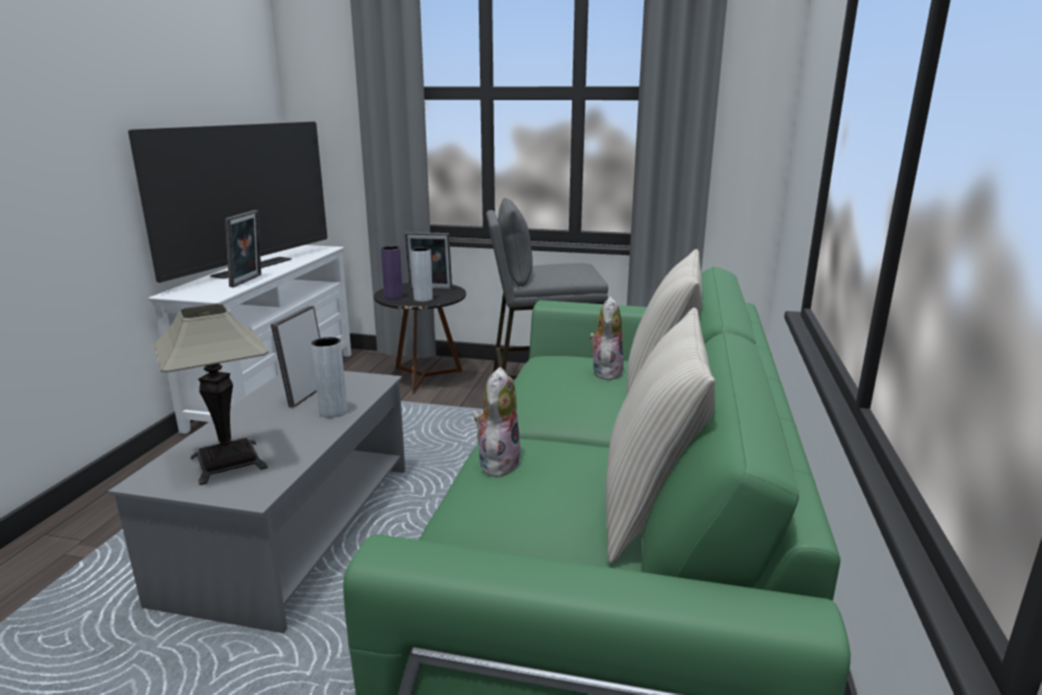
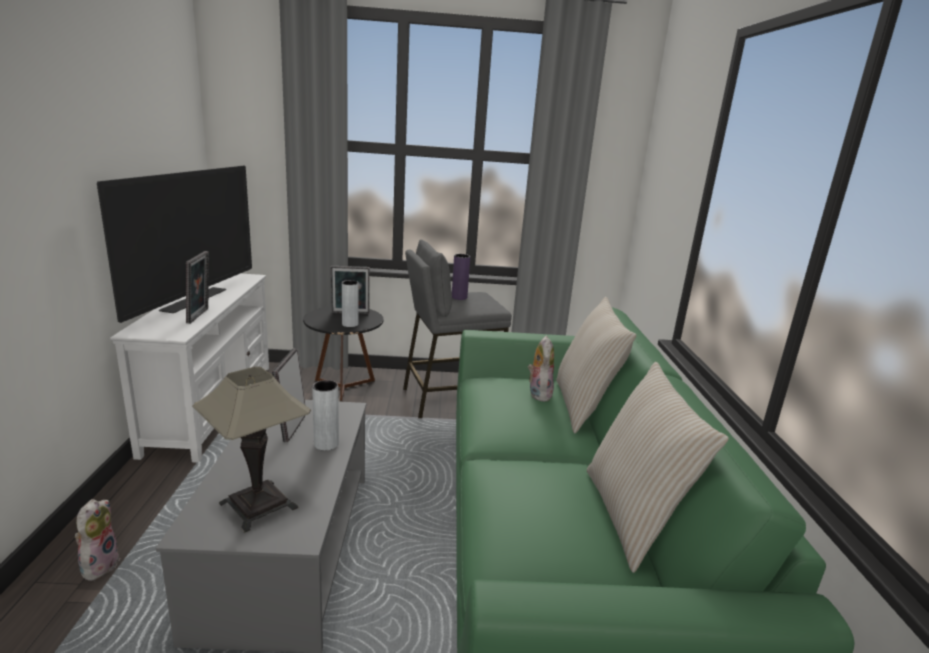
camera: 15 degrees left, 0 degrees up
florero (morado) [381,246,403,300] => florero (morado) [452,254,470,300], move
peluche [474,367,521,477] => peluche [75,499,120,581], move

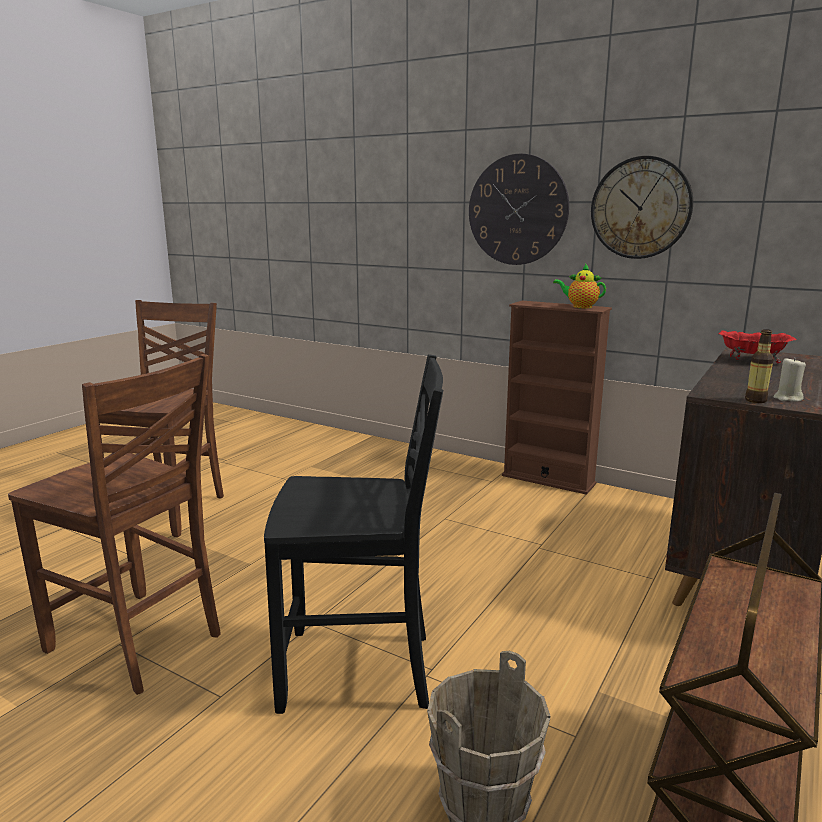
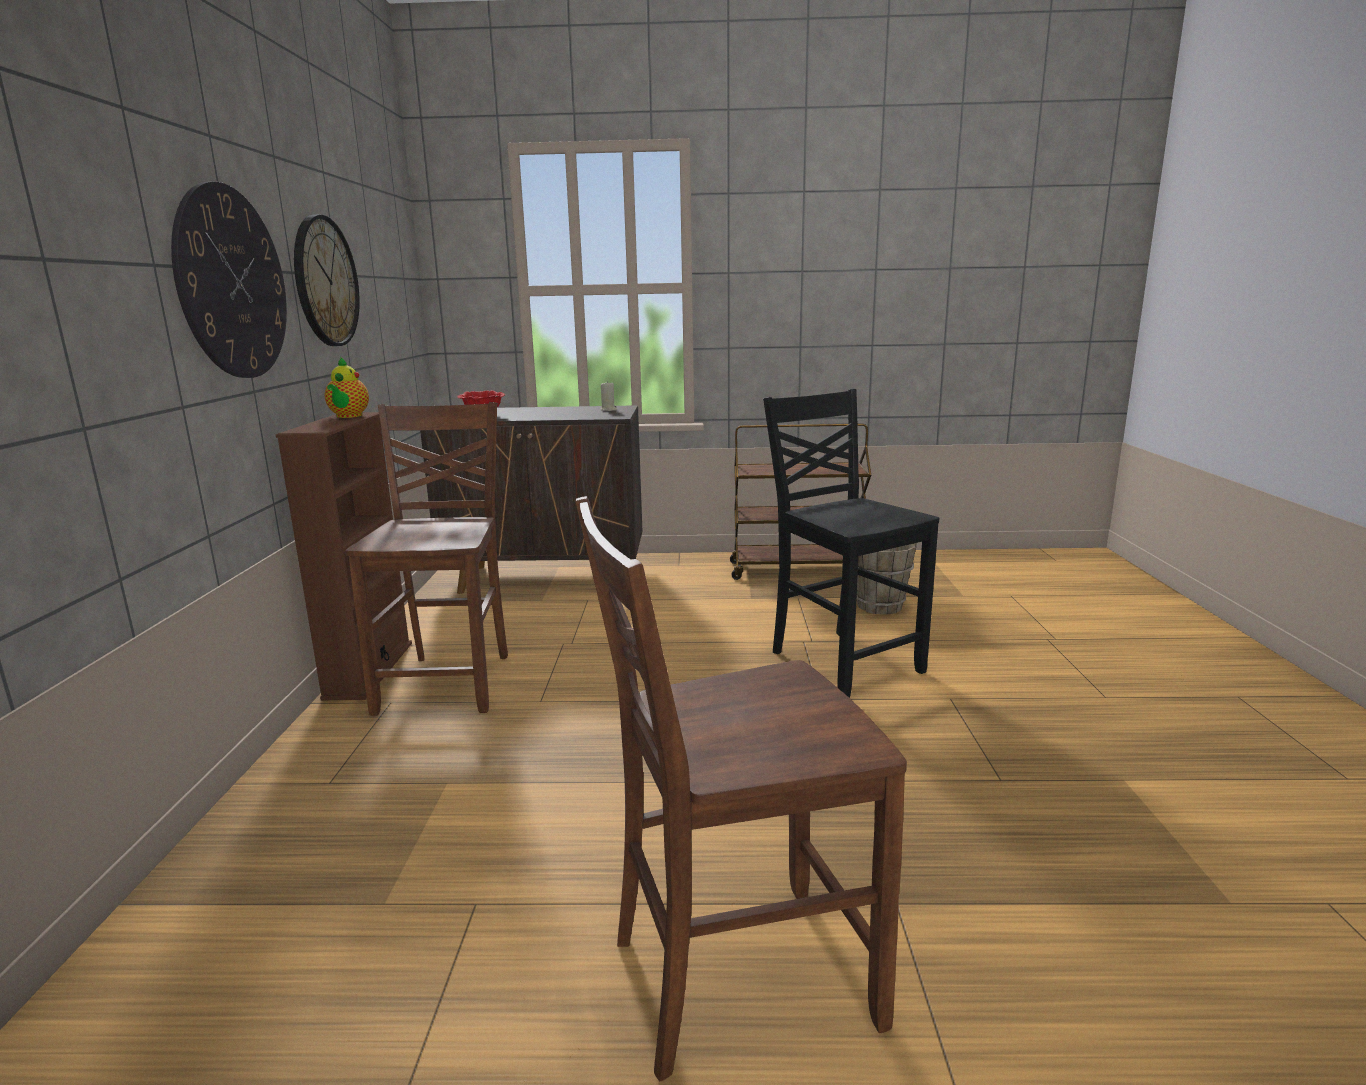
camera: 120 degrees left, 0 degrees up
botella [745,329,774,403] => nothing
silla (marrón) [8,354,221,695] => silla (marrón) [345,402,508,716], move

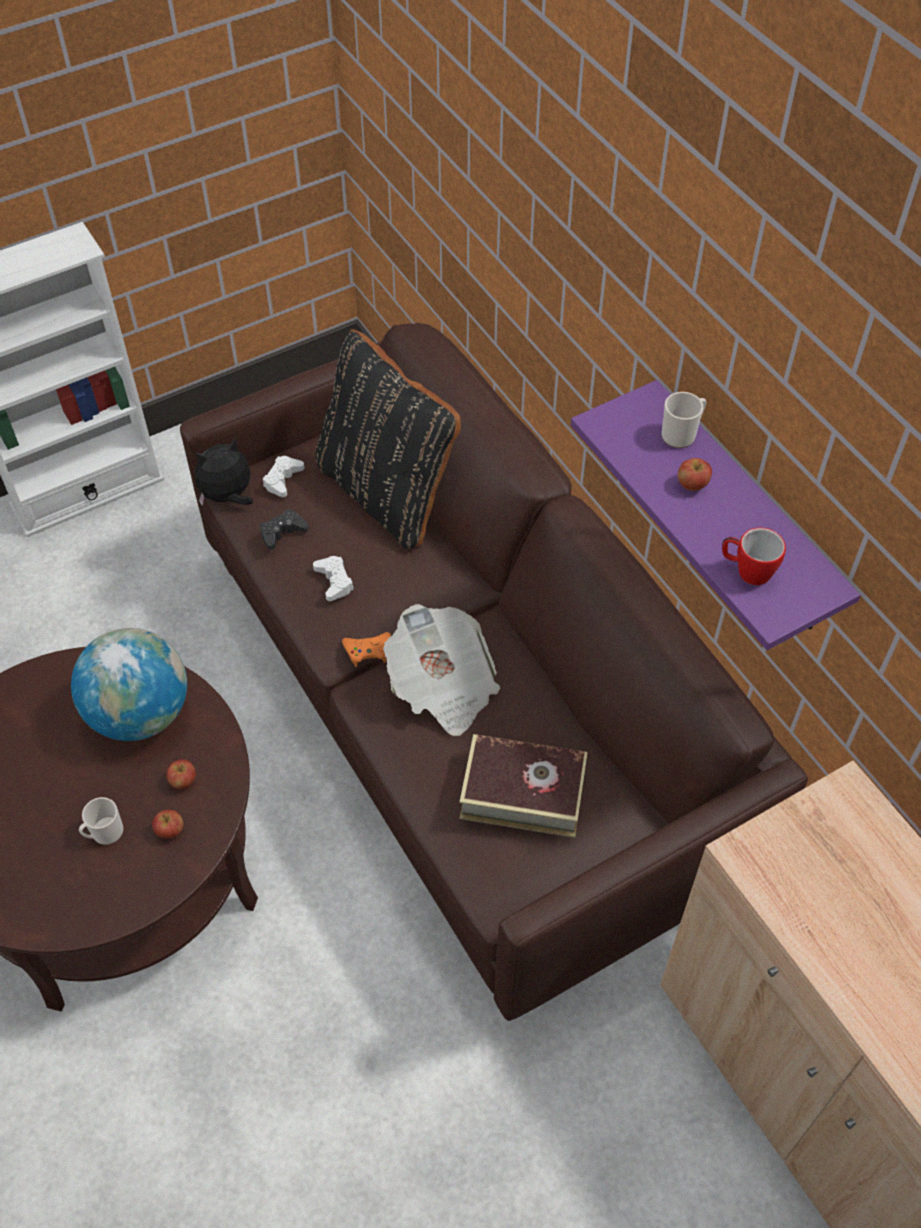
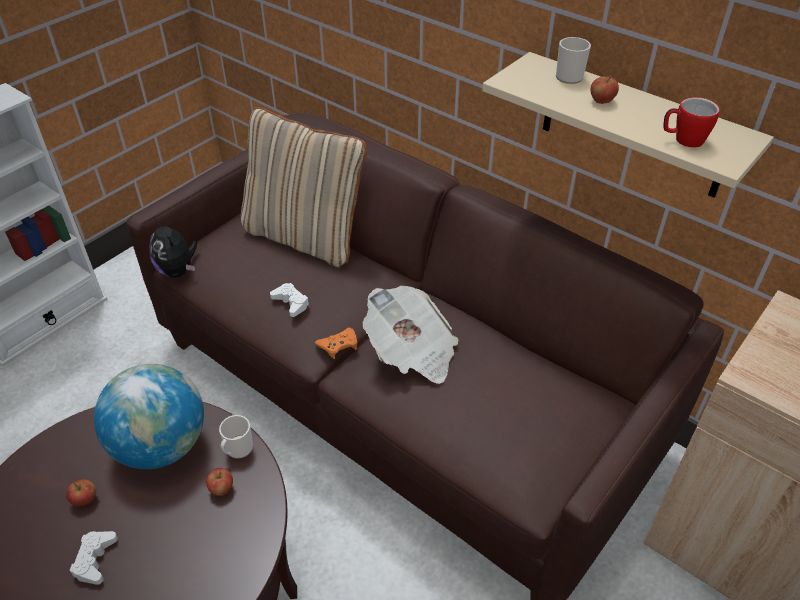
camera: 20 degrees left, 10 degrees down
cojín (negro) [316,329,461,549] => cojín (beis) [241,107,367,267]
estante (morado) [571,380,861,650] => estante (beis) [482,52,774,198]
peluche [195,437,253,505] => peluche [149,219,197,278], 75 degrees counterclockwise
mando de consola (blanco) [263,456,305,497] => mando de consola (blanco) [70,531,118,585], move
mando de consola (negro) [260,509,309,550] => nothing
libro [460,734,588,838] => nothing
taza grande [79,797,124,845] => taza grande [219,415,253,459], move
manzana [152,810,183,839] => manzana [66,479,96,506], move

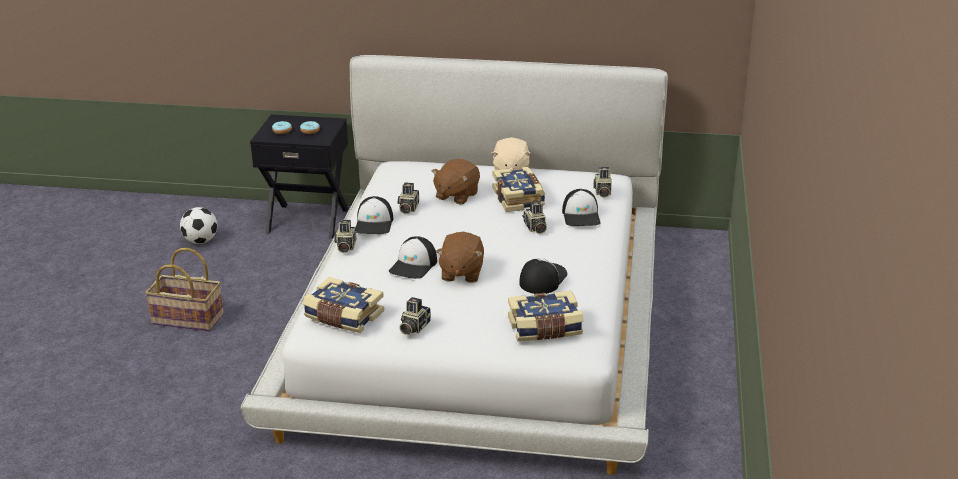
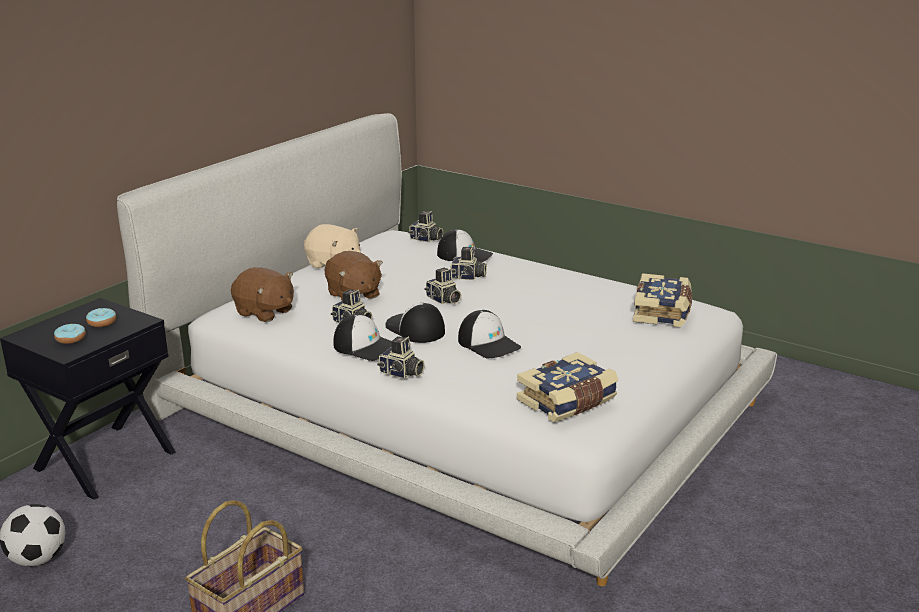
camera: 65 degrees left, 5 degrees down
libro [492,167,545,212] => nothing
peluche (marrón) [436,232,484,283] => peluche (marrón) [231,267,294,322], move
gorra [519,258,567,294] => gorra [385,303,445,343], move
cámara [399,297,431,335] => cámara [424,268,461,304], move

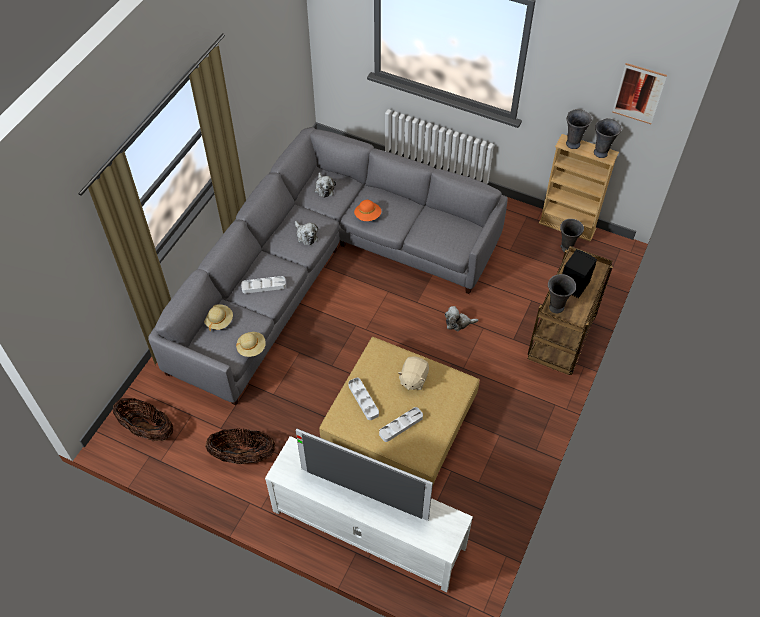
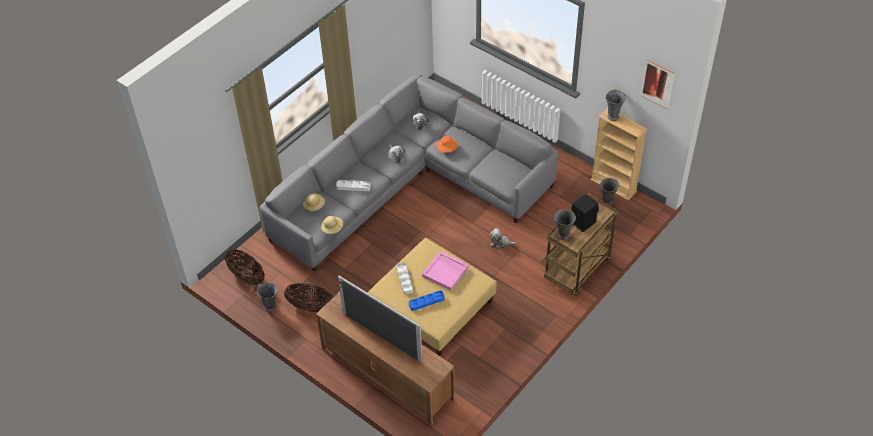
camera: 15 degrees right, 5 degrees down
florero (gris) [594,118,621,158] => florero (gris) [257,283,278,312], move
peluche (beis) [398,356,429,390] => bandeja (rosa) [422,251,469,291]
bandeja (blanco) [379,407,423,442] => bandeja (azul) [409,291,445,311]
mueble de televisión (blanco) [265,436,473,593] => mueble de televisión (marrón) [316,292,455,426]

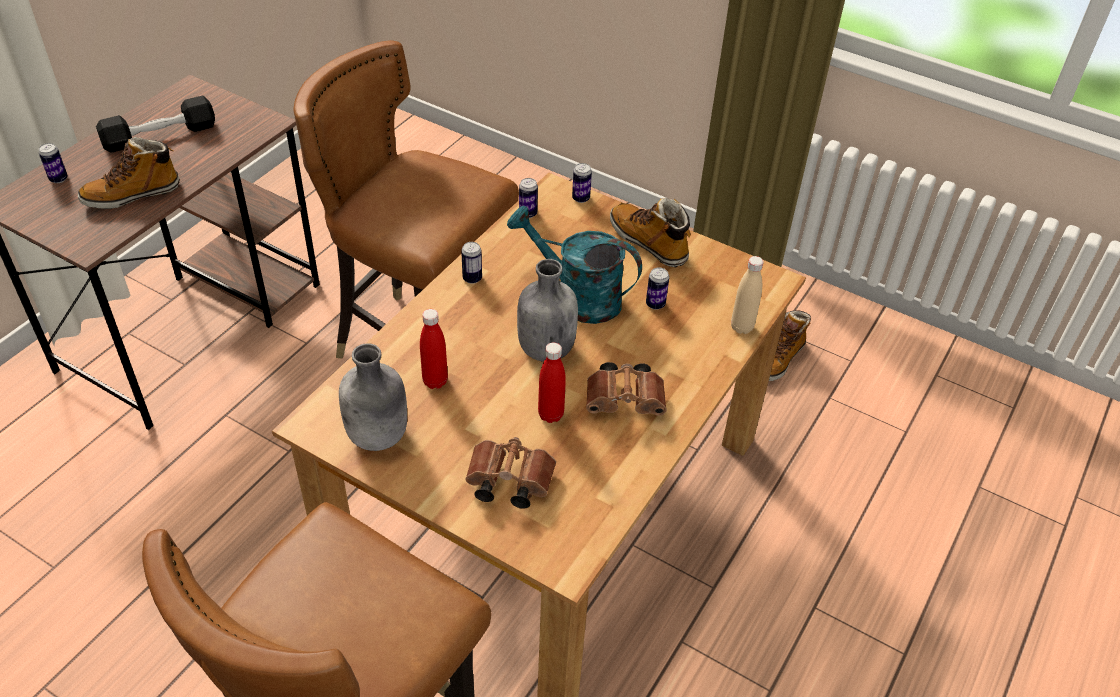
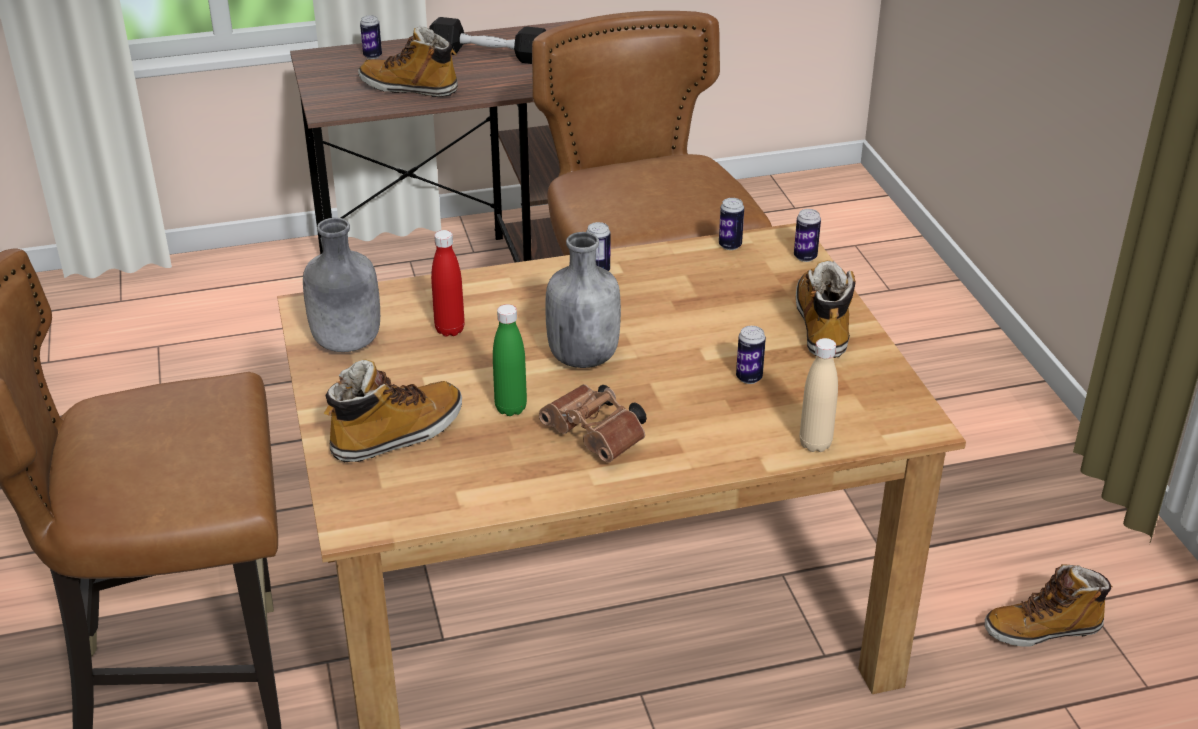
camera: 45 degrees right, 10 degrees down
regadera (turquesa) [507,206,642,324] => nothing
botella (rojo) [538,343,566,423] => botella (verde) [493,304,527,416]
prismáticos (marrón) [465,437,556,509] => bota [323,359,462,462]

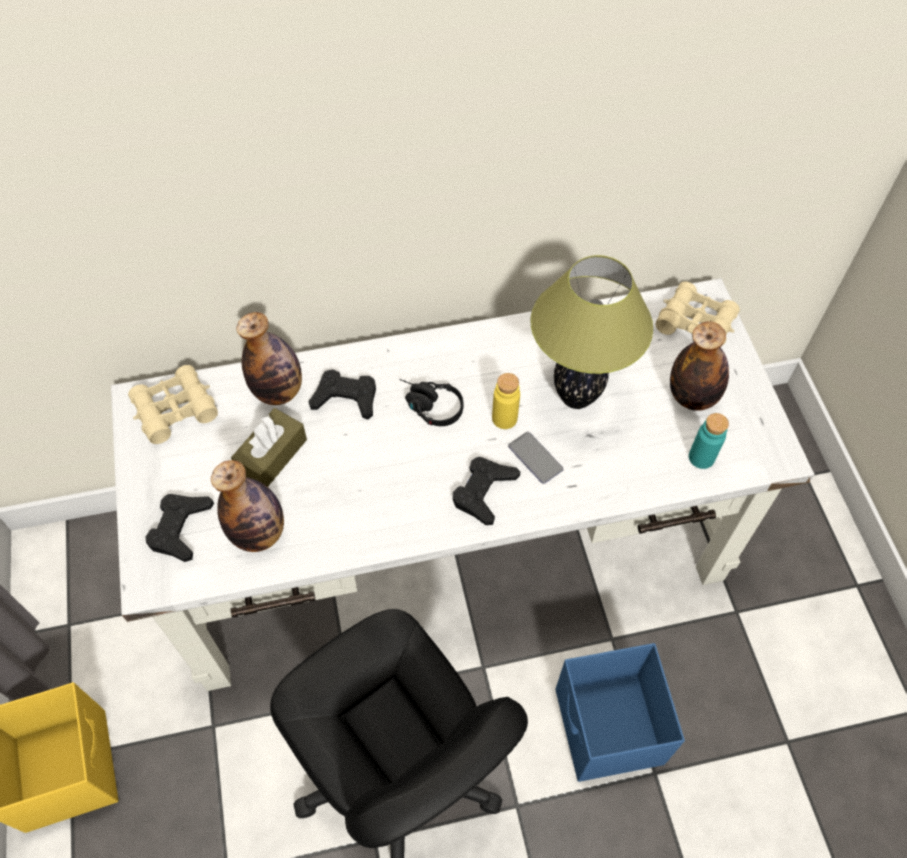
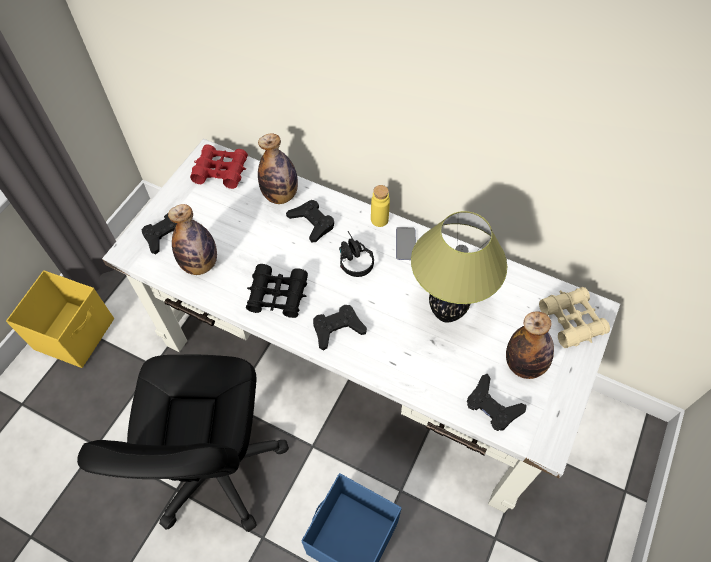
camera: 40 degrees right, 0 degrees up
prismáticos (beis) [128,365,218,444] => prismáticos (rojo) [190,145,248,189]
botella (amarillo) [492,373,520,429] => botella (amarillo) [371,185,390,227], move
caja de pañuelos (marrón) [231,408,307,487] => nothing
botella (turquesa) [689,413,729,469] => mando de consola (negro) [467,374,527,431]
móvil [508,432,563,484] => móvil [396,227,416,260], move
nothing => prismáticos (negro) [246,264,308,318]

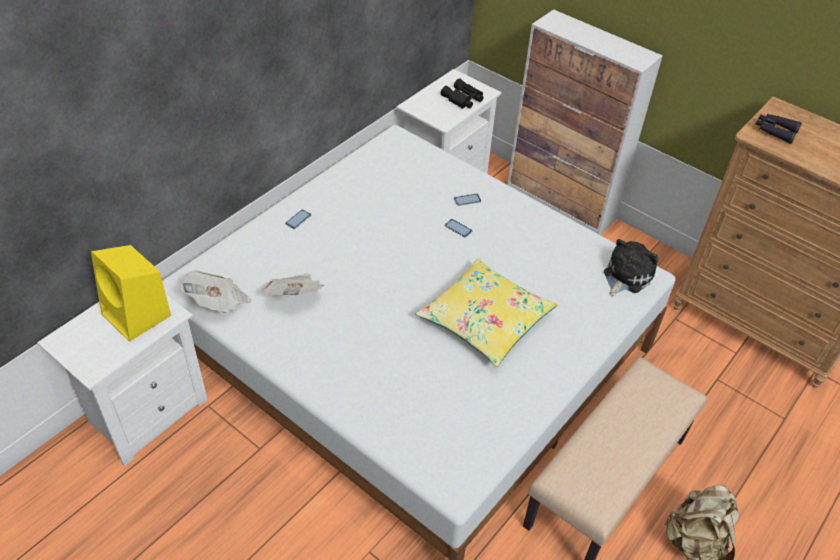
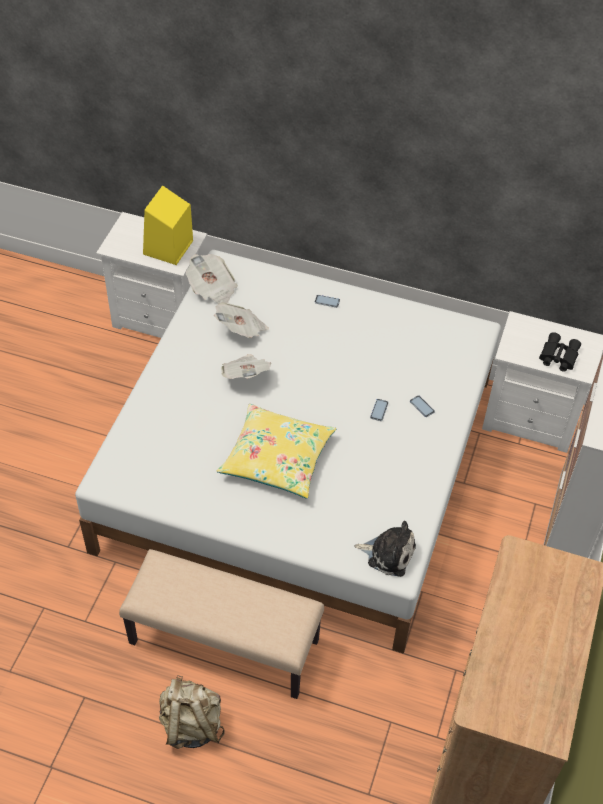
camera: 70 degrees right, 5 degrees up
prismáticos (negro) [756,114,802,144] => nothing
nothing => periódico [221,354,272,379]

